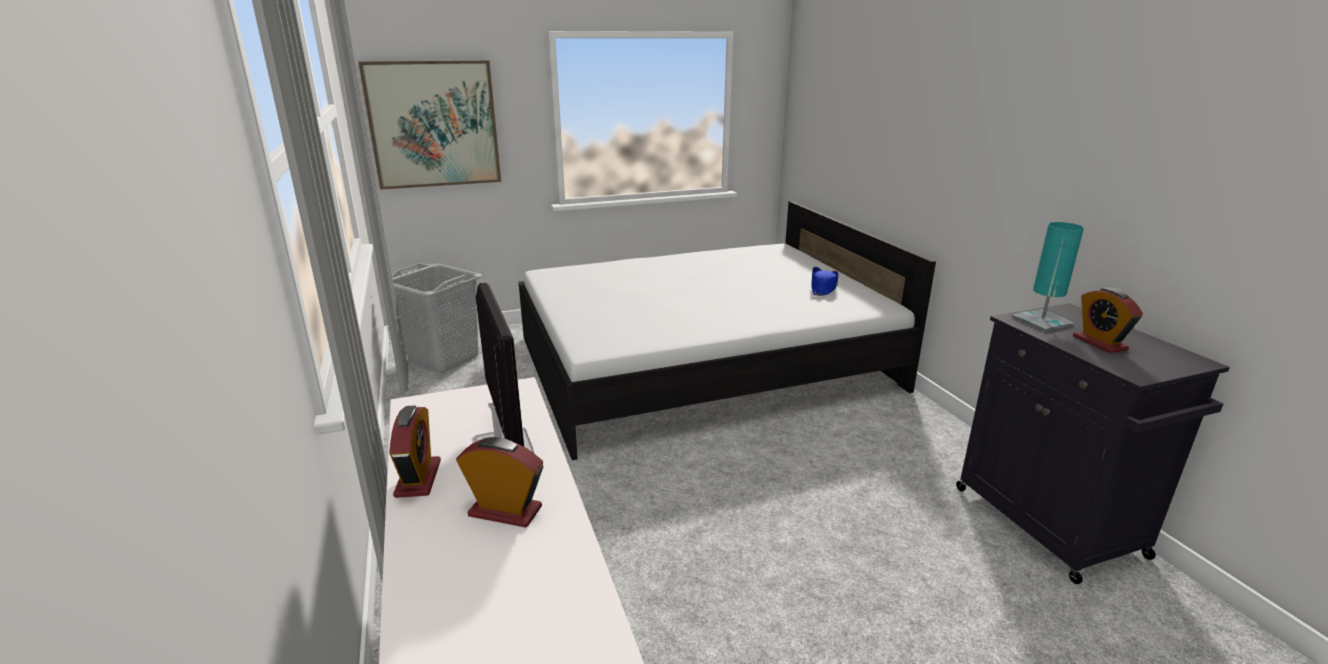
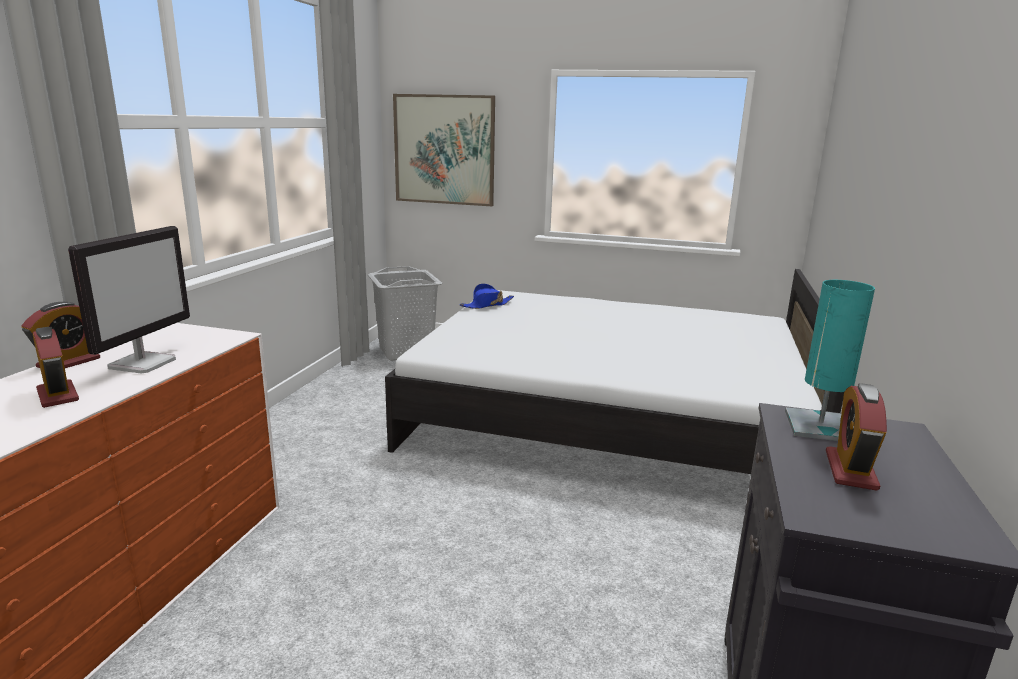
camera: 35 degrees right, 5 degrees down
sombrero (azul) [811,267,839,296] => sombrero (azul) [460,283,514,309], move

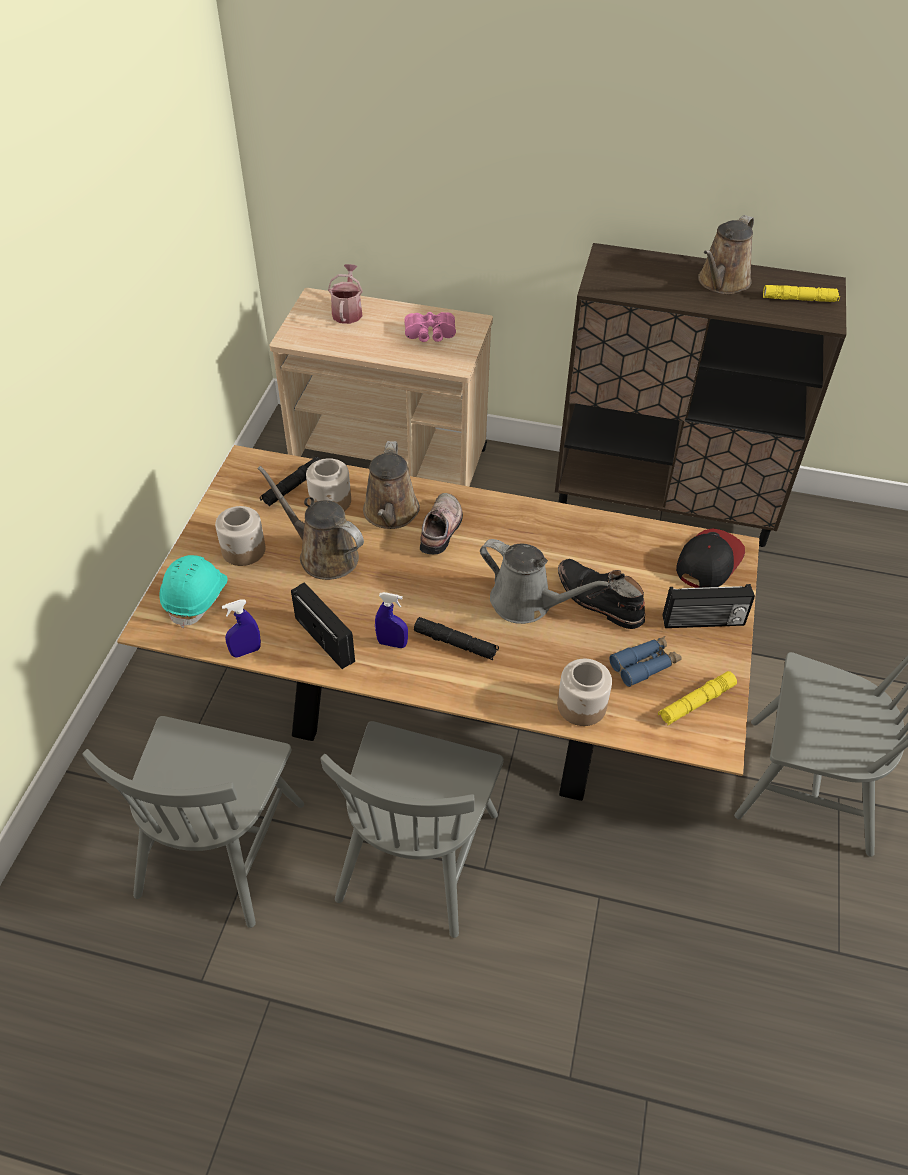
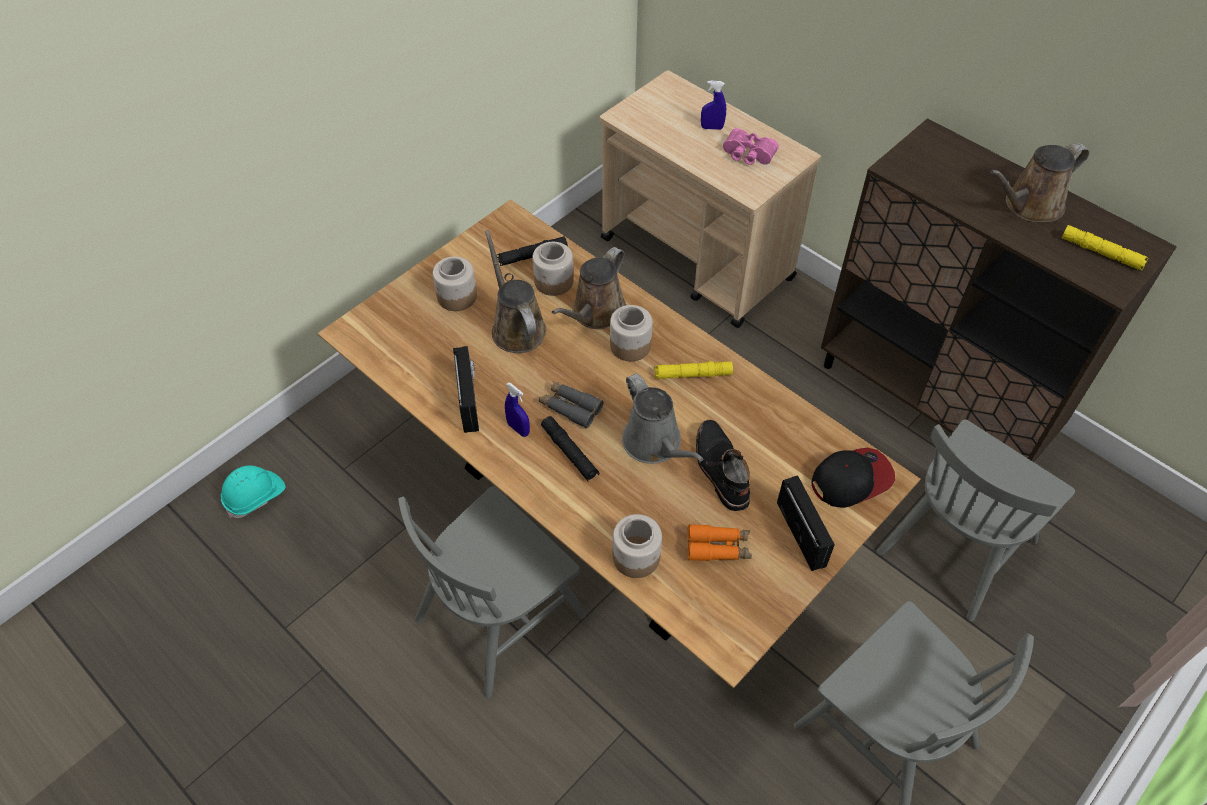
camera: 30 degrees right, 5 degrees up
regadera [328,264,363,324] => nothing
zapato [420,493,463,554] => tarro [610,305,653,361]
casco (turquesa) [159,555,228,628] => casco (turquesa) [221,465,285,518], move
radio [663,584,755,628] => radio [777,475,834,571], 135 degrees counterclockwise
pulverizador (azul) [222,600,261,657] => pulverizador (azul) [701,81,726,130], move
prismáticos (azul) [609,636,682,687] => prismáticos (naranja) [688,524,752,561]
linterna (amarillo) [658,671,737,725] => linterna (amarillo) [654,361,733,379], move
silla (gris) [82,716,304,928] => silla (gris) [877,419,1075,621], move
nothing => prismáticos (gris) [539,381,603,428]

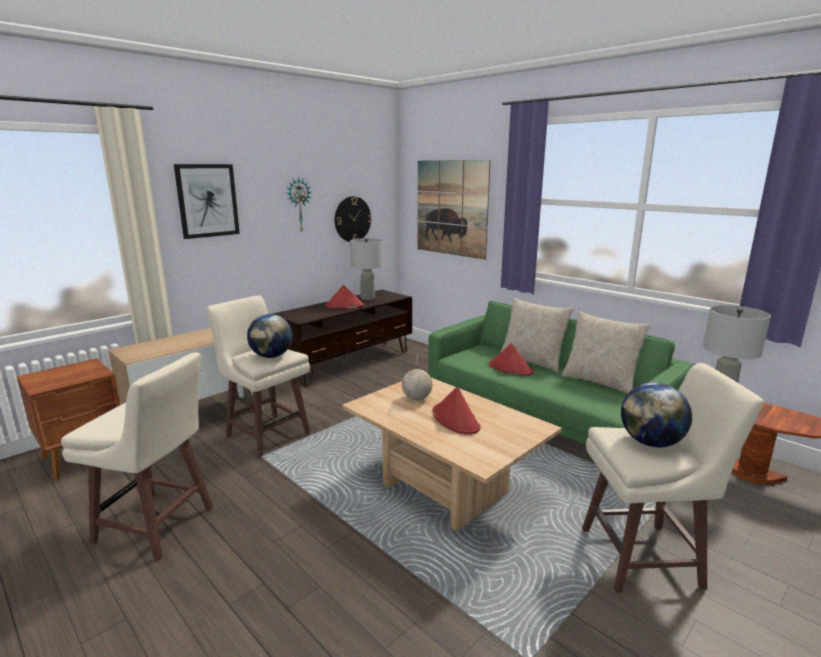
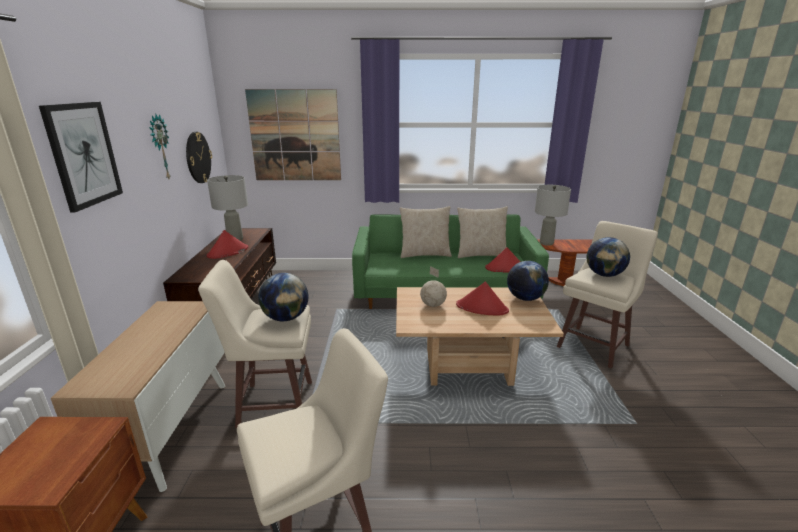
camera: 45 degrees left, 5 degrees up
sombrero (rojo) [489,343,534,376] => sombrero (rojo) [485,247,521,273], move
nothing => globo terráqueo [507,261,549,301]

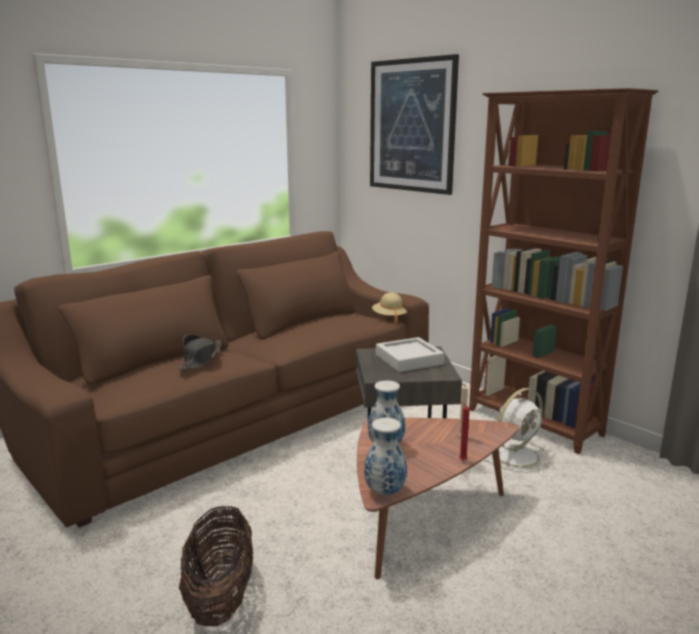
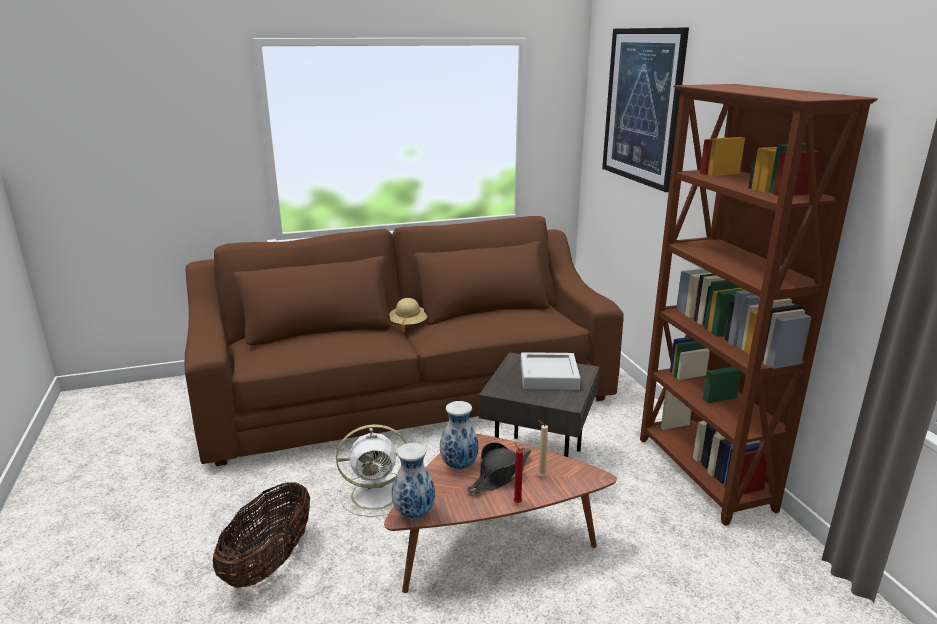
camera: 25 degrees right, 5 degrees up
sombrero (beis) [372,293,407,323] => sombrero (beis) [389,298,427,333], move
sombrero (negro) [177,334,222,370] => sombrero (negro) [467,442,531,493], move
ventilador (blanco) [484,388,550,473] => ventilador (blanco) [336,424,407,517], move

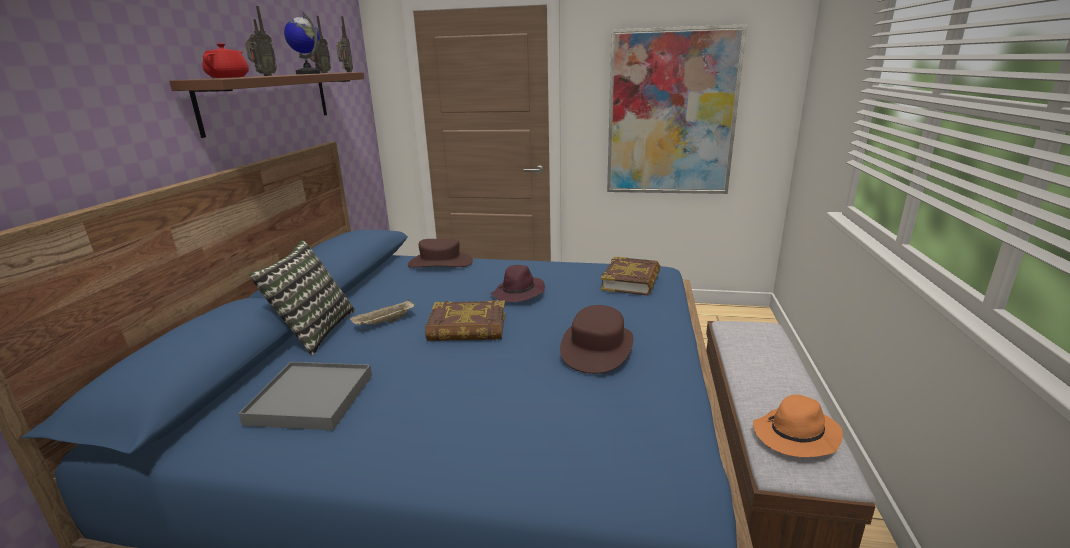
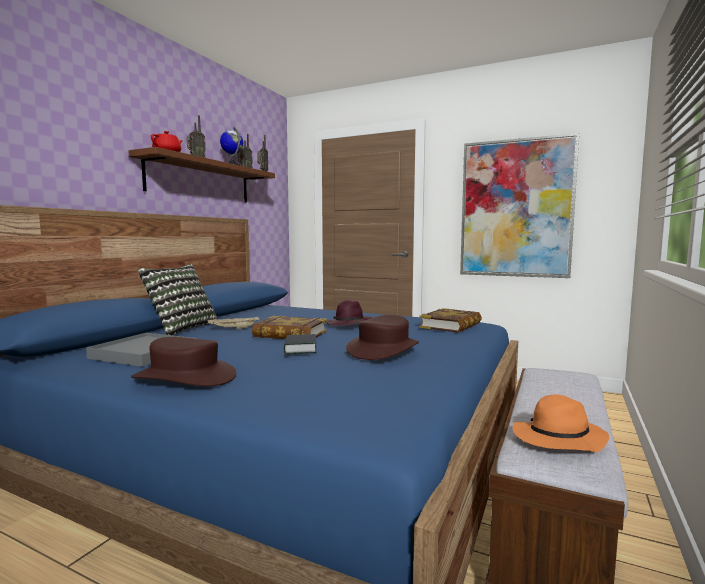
camera: 15 degrees right, 15 degrees down
sombrero (marrón) [408,239,473,268] => sombrero (marrón) [131,337,237,386], move
nothing => libro [284,334,316,354]

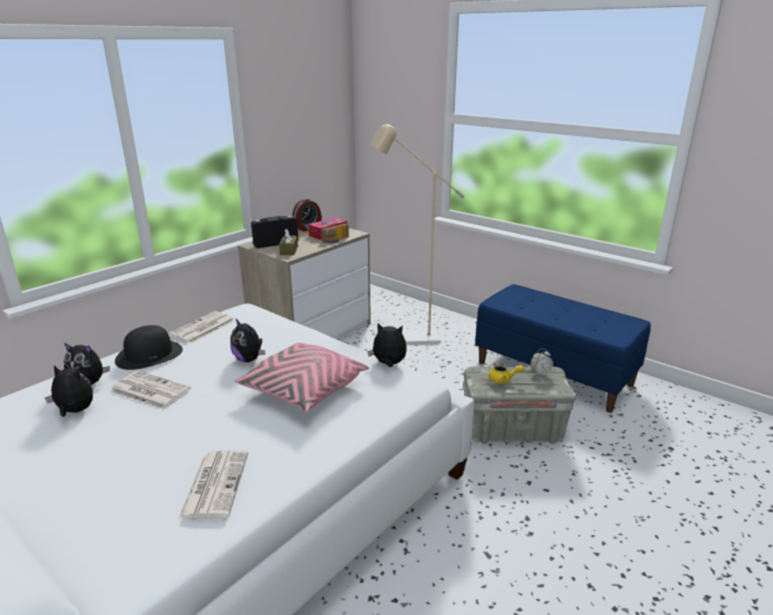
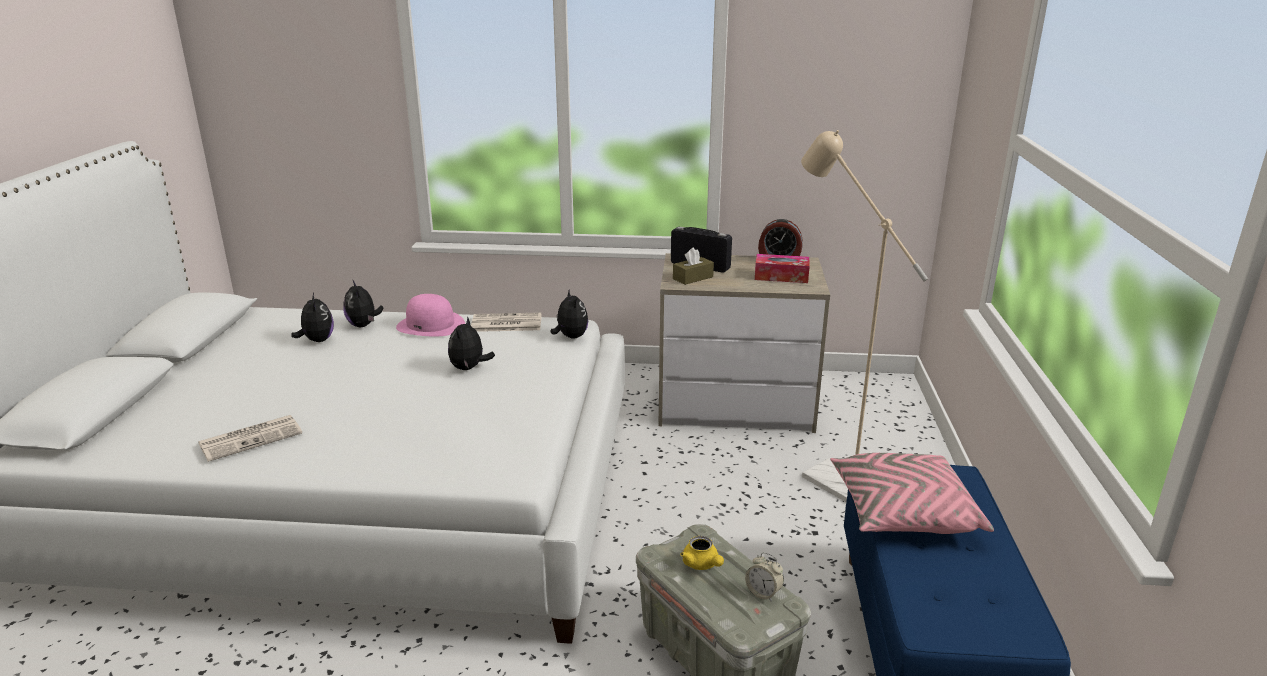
camera: 55 degrees right, 0 degrees up
radio [321,224,349,243] => nothing
peluche [367,323,407,367] => peluche [551,289,588,339], move
sombrero (negro) [115,325,183,370] => sombrero (rosa) [396,294,465,337]
cojín (rosa) [234,343,369,412] => cojín (rosa) [830,453,994,534], move
periódico [110,371,191,409] => nothing

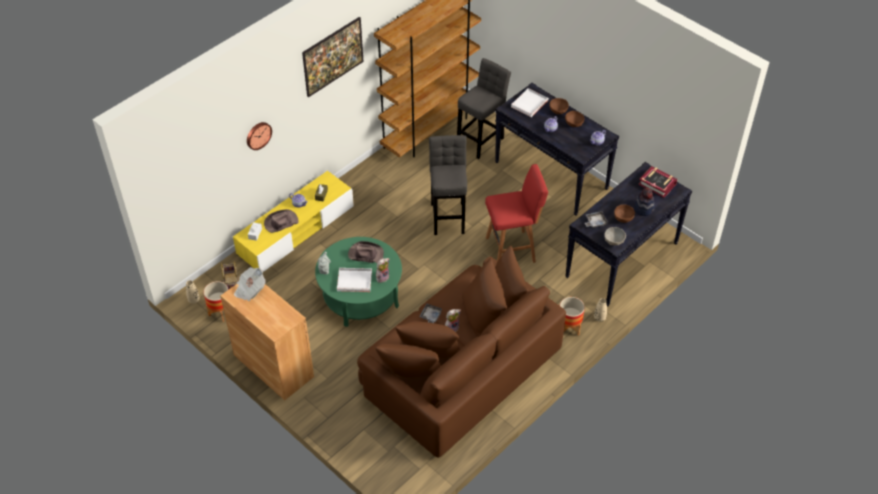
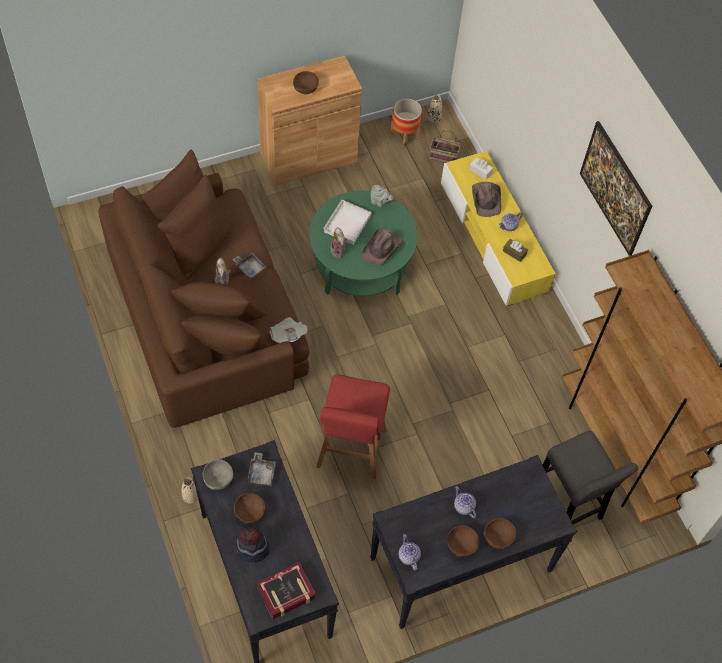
camera: 110 degrees right, 10 degrees up
bandeja (blanco) [511,88,549,117] => nothing
reloj de pared [247,122,272,150] => nothing
taburete (gris) [429,135,467,235] => nothing
periódico [234,267,266,301] => periódico [270,317,307,343], move
maceta [560,297,585,336] => nothing
nothing => cuenco (marrón) [293,71,319,94]

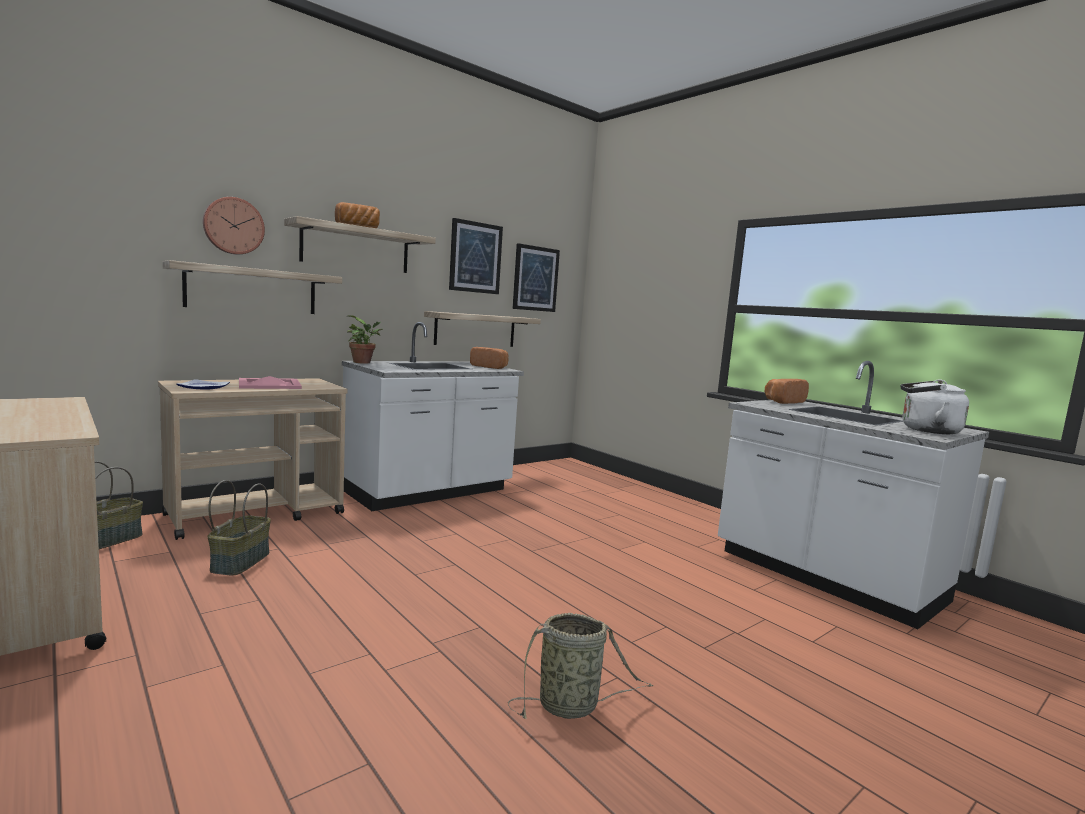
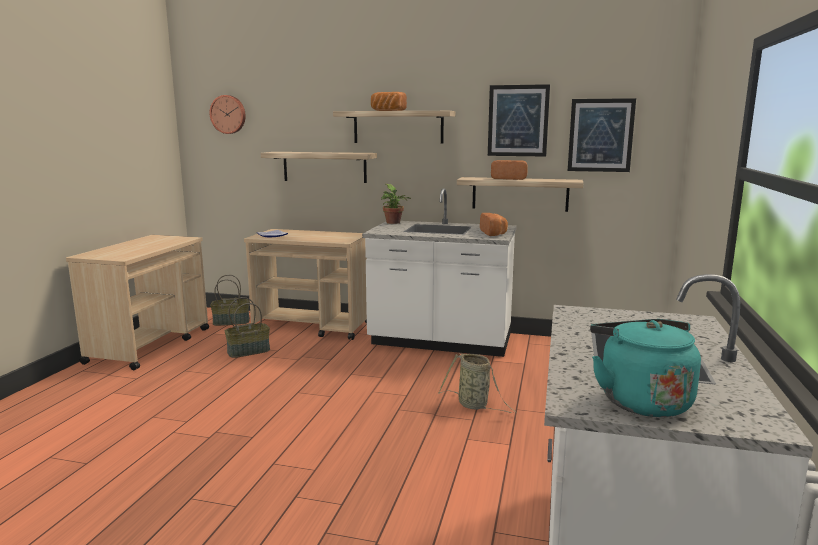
camera: 55 degrees right, 5 degrees up
reloj de pared [203,197,265,255] => reloj de pared [210,95,246,134], move
bandeja (rosa) [239,376,302,389] => nothing
pan [764,379,809,404] => pan [491,160,528,180], move
hervidor (blanco) [900,379,969,434] => hervidor (turquesa) [590,319,701,417]
cesta [508,612,653,719] => cesta [438,353,517,413], move

